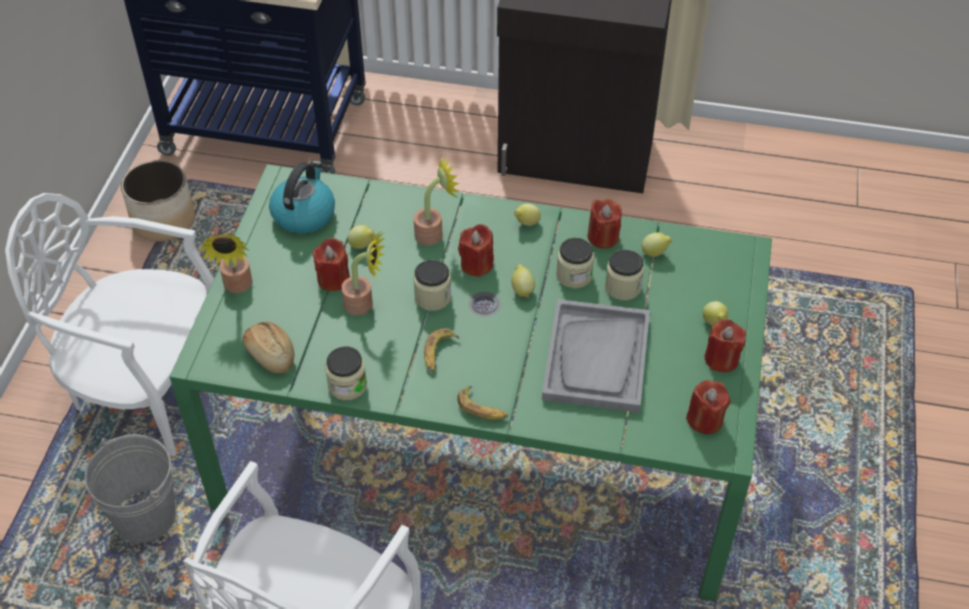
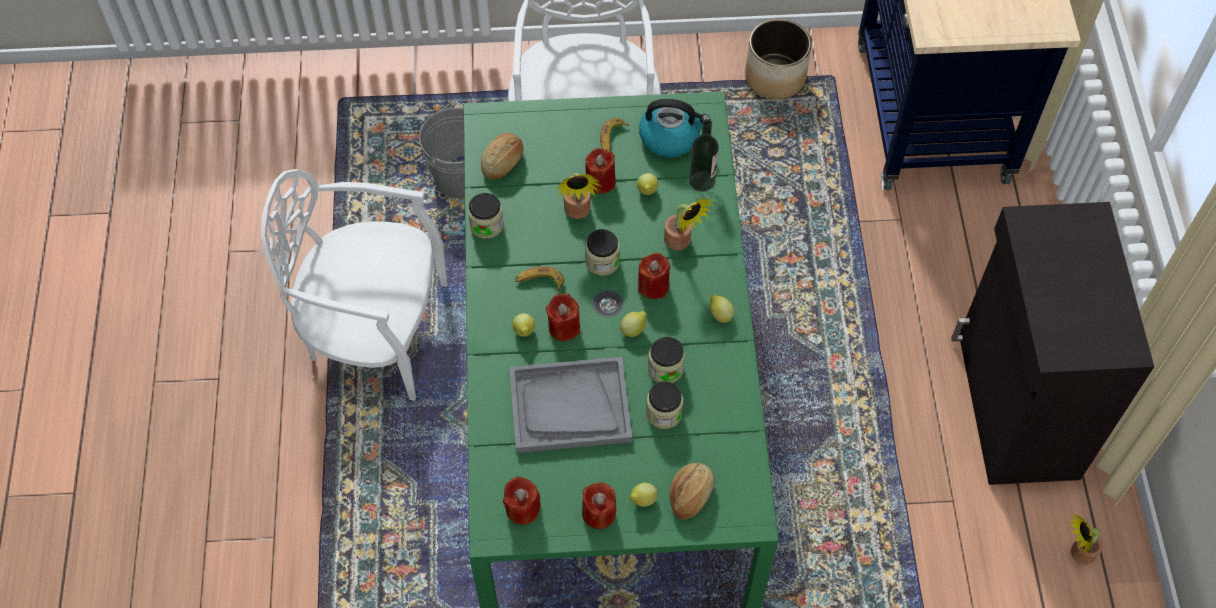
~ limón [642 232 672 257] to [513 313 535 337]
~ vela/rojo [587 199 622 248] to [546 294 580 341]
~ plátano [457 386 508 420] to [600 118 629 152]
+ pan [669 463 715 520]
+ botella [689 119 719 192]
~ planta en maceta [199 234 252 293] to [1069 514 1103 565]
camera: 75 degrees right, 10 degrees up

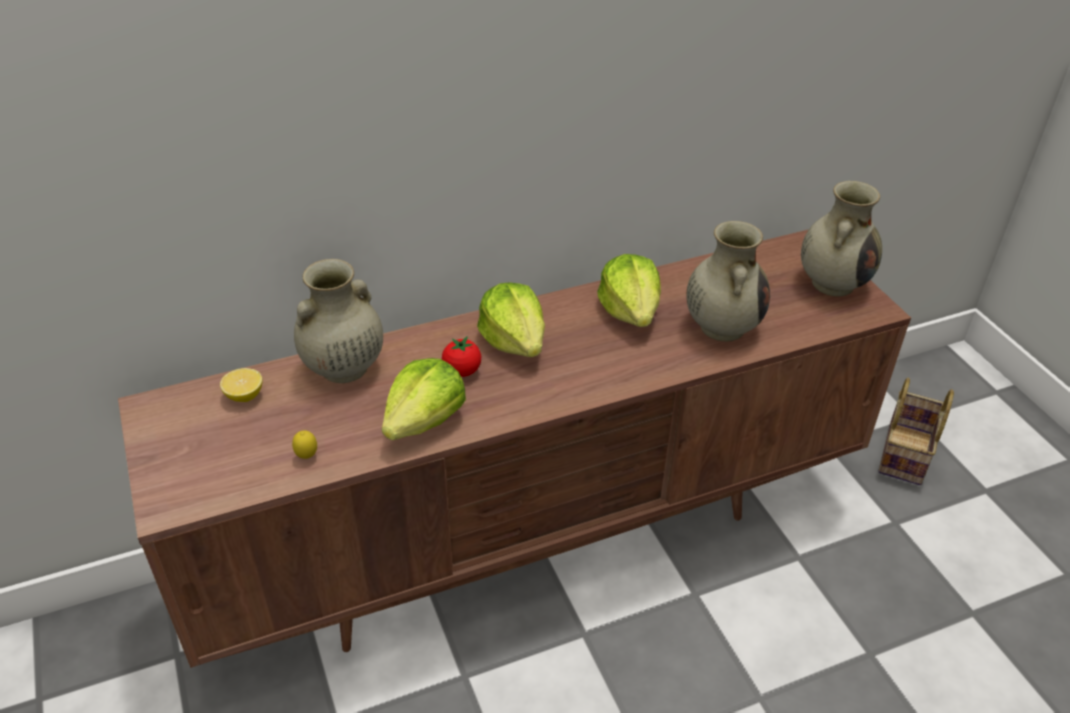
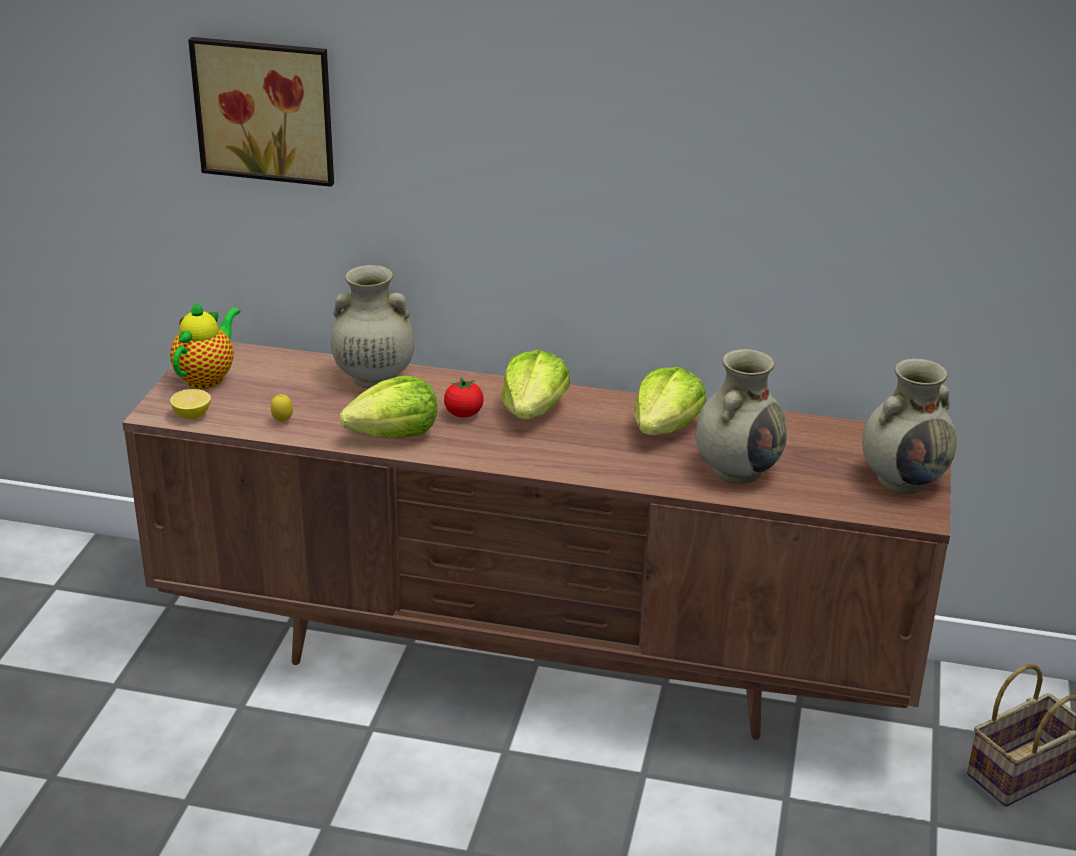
+ tetera [170 301 240 389]
~ limón [220 368 262 402] to [170 389 211 419]
+ cuadro [188 37 334 187]
camera: 35 degrees right, 10 degrees down

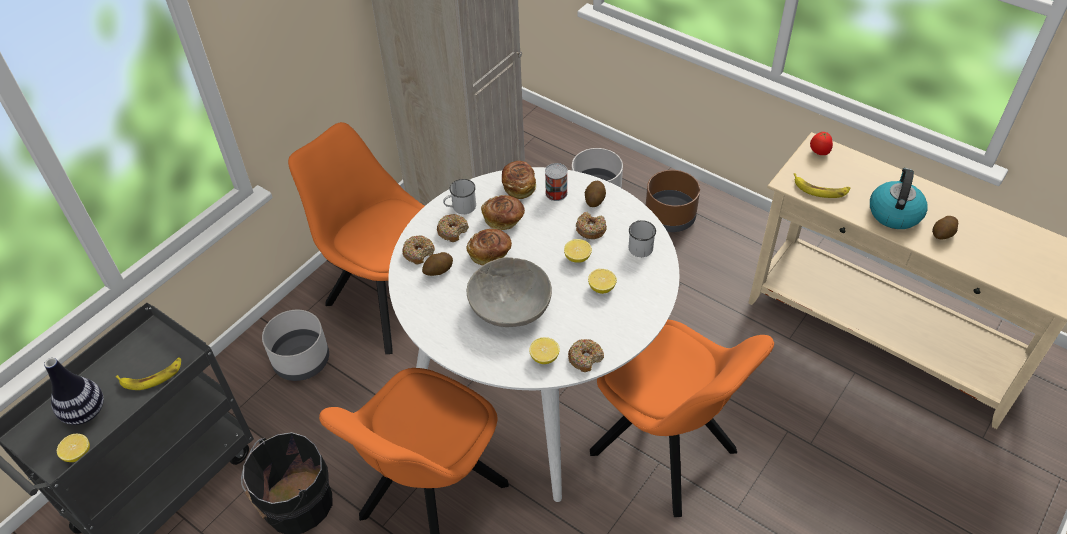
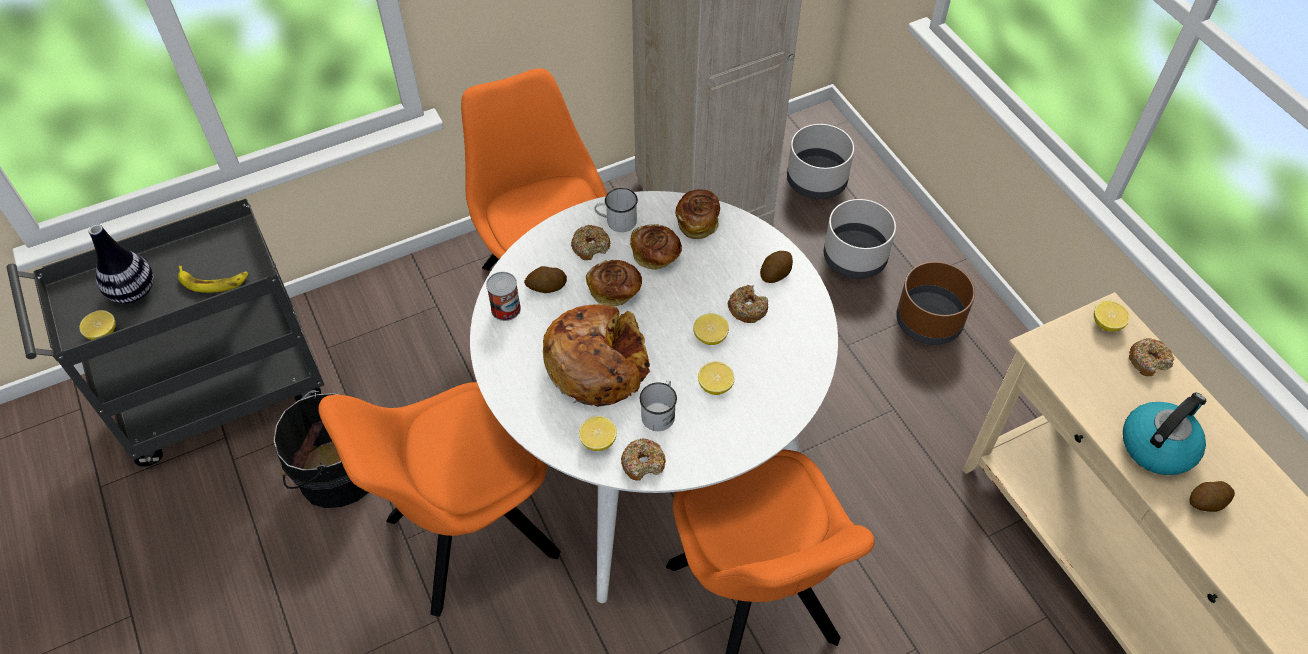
~ lata [545 163 568 201] to [486 272 521 321]
~ cuenco/gris [467 257 552 327] to pan [543 304 650 407]
~ taza grande/blanco [628 220 656 257] to [640 380 677 431]
~ maceta/gris [262 310 329 381] to [787 124 854 200]
~ tomate [810 132 833 155] to limón [1094 301 1130 332]
~ rosquilla [402 235 435 264] to [1129 338 1174 376]
- plátano [794 173 850 198]
camera: 25 degrees right, 5 degrees up

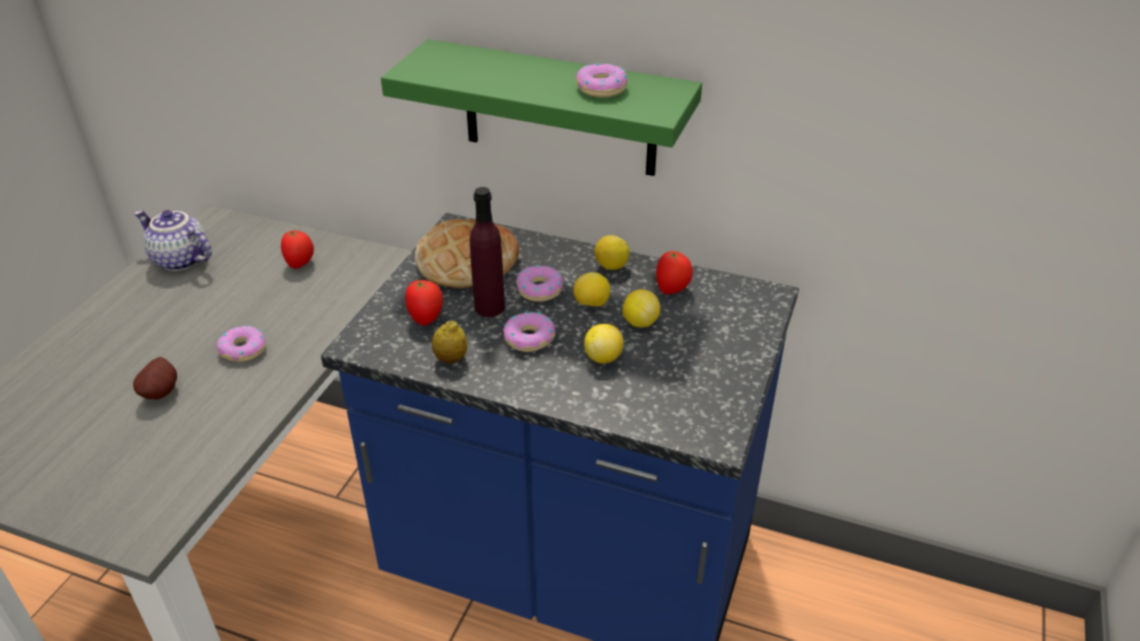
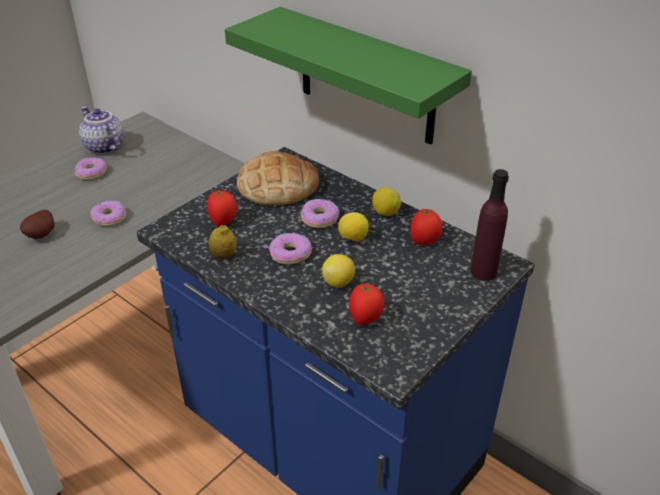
~ rosquilla [576 63 627 98] to [74 157 107 180]
~ tomate [281 230 314 269] to [350 283 385 325]
~ botella/morado [470 187 505 317] to [470 169 509 281]
- limón [623 289 660 328]
camera: 20 degrees right, 0 degrees up

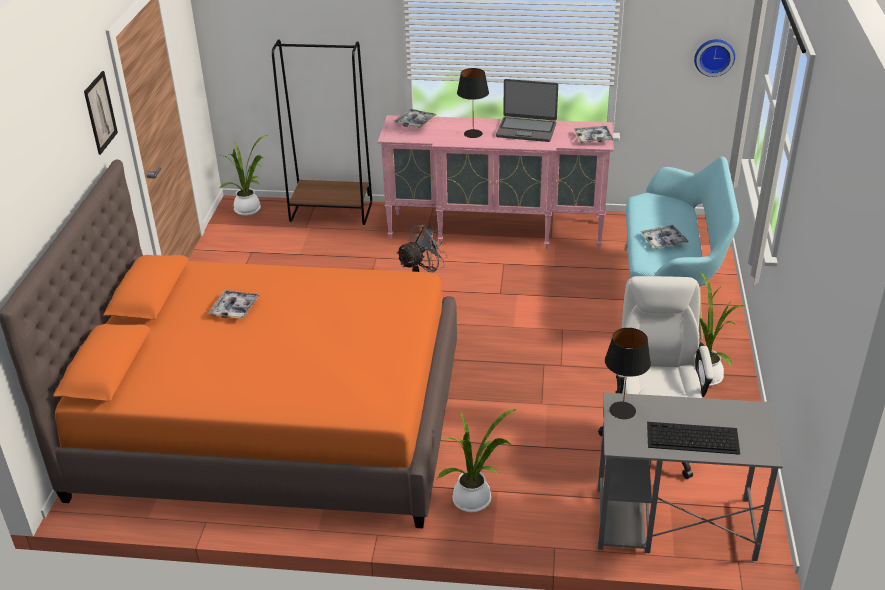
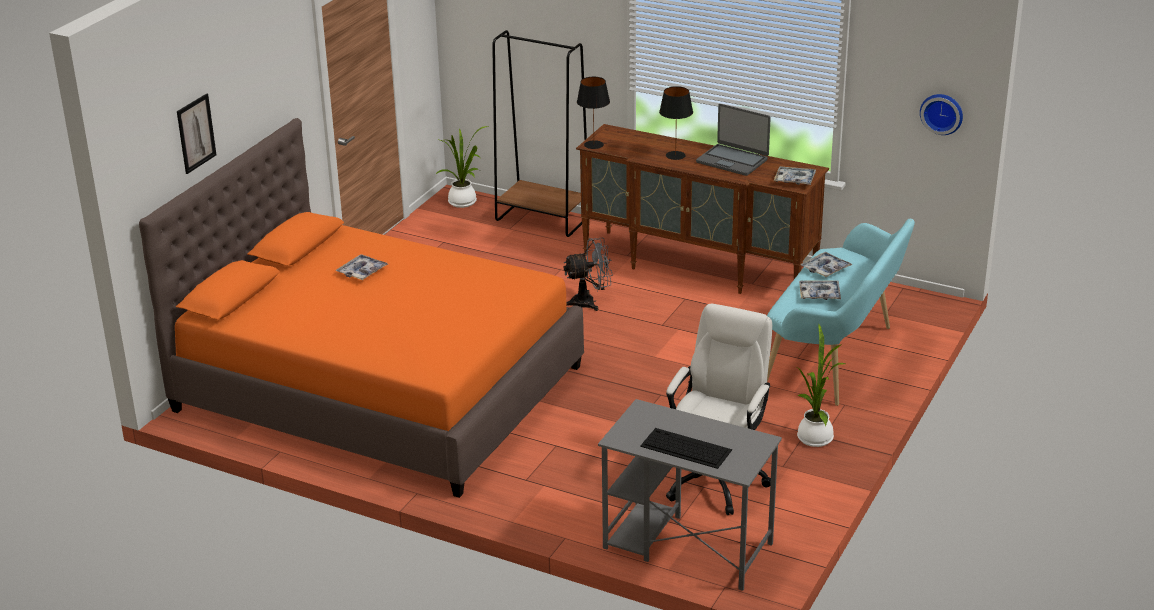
~ cuadro [84 71 118 155] to [177 93 216 174]
~ armario/rosa [378 115 614 249] to armario/marrón [576 124 829 294]
~ lámpara de mesa/negro [605 328 651 419] to [577 77 610 149]
~ bandeja [394 109 436 128] to [800 252 852 277]
- planta en maceta [437 409 517 512]
camera: 20 degrees right, 5 degrees down

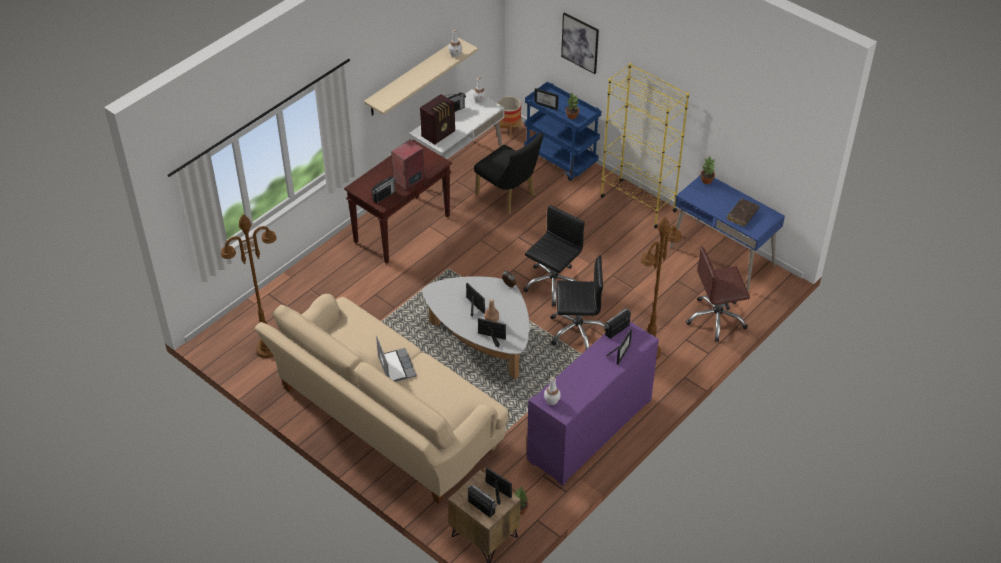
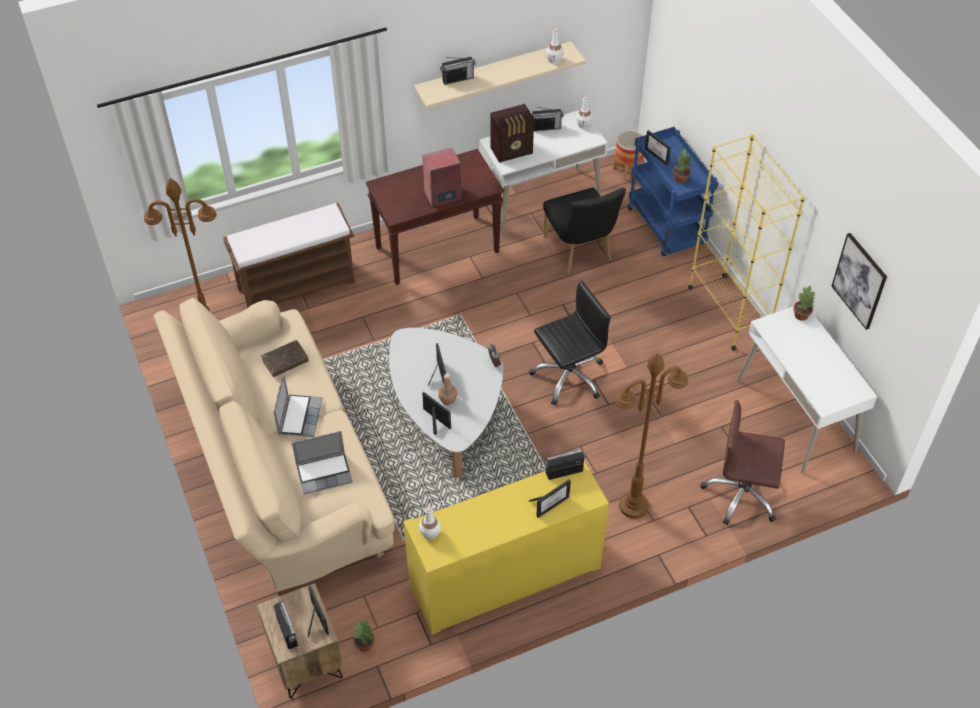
+ banco/marrón [223 203 355 308]
~ libro/marrón [727 199 759 226] to [261 340 309 377]
+ portátil [292 431 353 495]
~ armario/morado [527 322 659 486] to armario/amarillo [403 461 609 635]
~ radio [372 176 396 203] to [440 57 476 85]
~ escritorio/azul [670 176 785 291] to escritorio/blanco [737 306 877 474]
~ cuadro [561 12 599 74] to [831 233 887 330]
- silla de oficina/negro [550 255 606 351]
camera: 25 degrees right, 5 degrees up

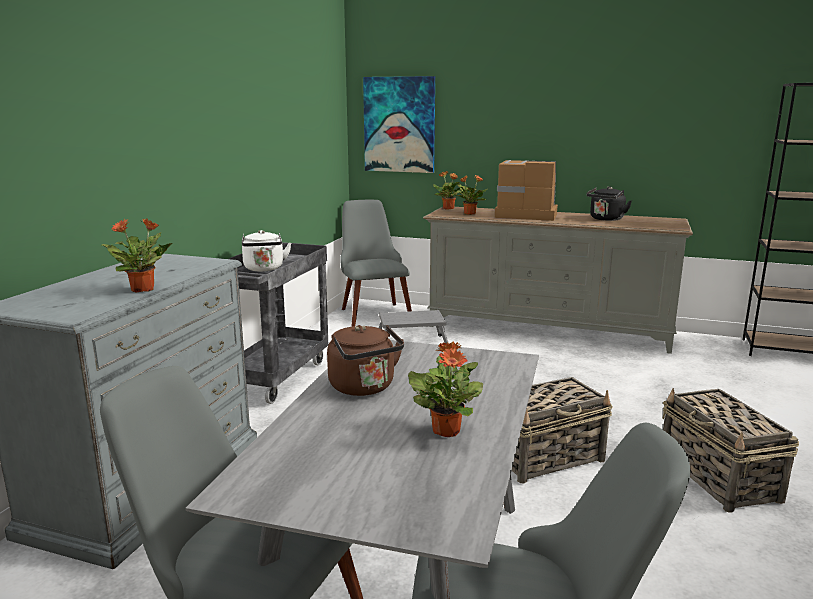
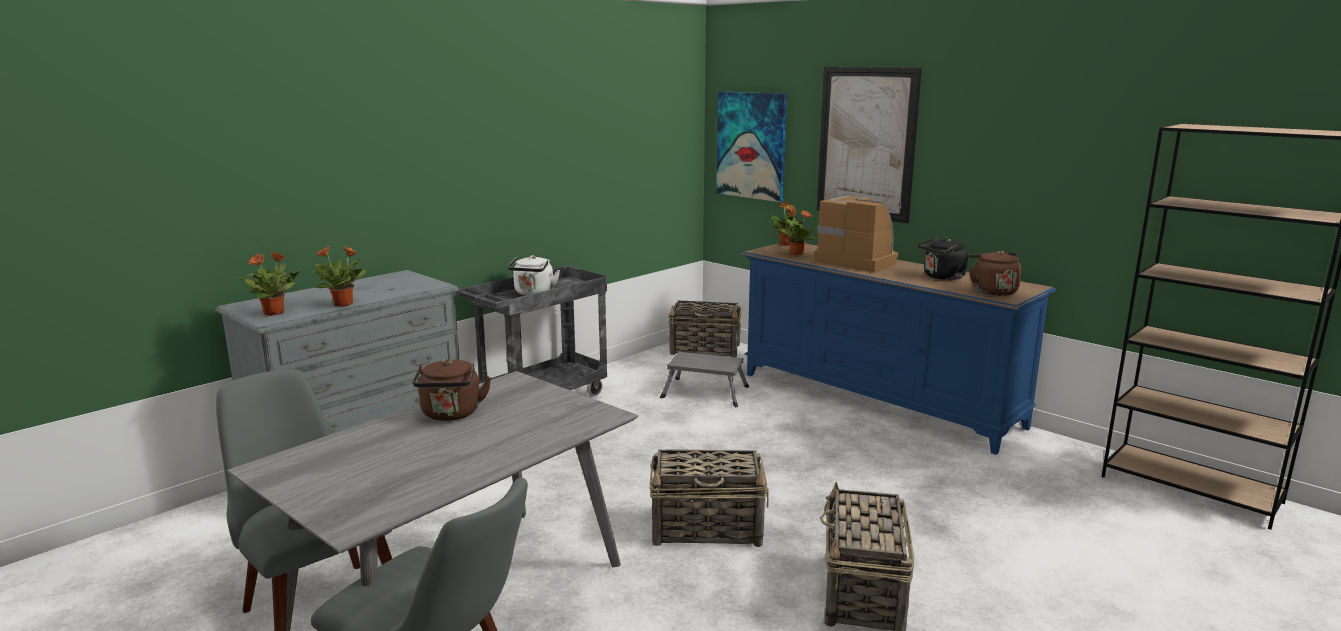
~ planta en maceta [408 342 483 437] to [236 252 300 316]
~ silla/gris [340 200 412 327] to cesta [668 301 742 357]
~ armario/gris [423 207 693 354] to armario/azul [741 243 1056 455]
+ cuadro [817 67 922 223]
+ hervidor/marrón [968 250 1022 296]
camera: 25 degrees right, 0 degrees up

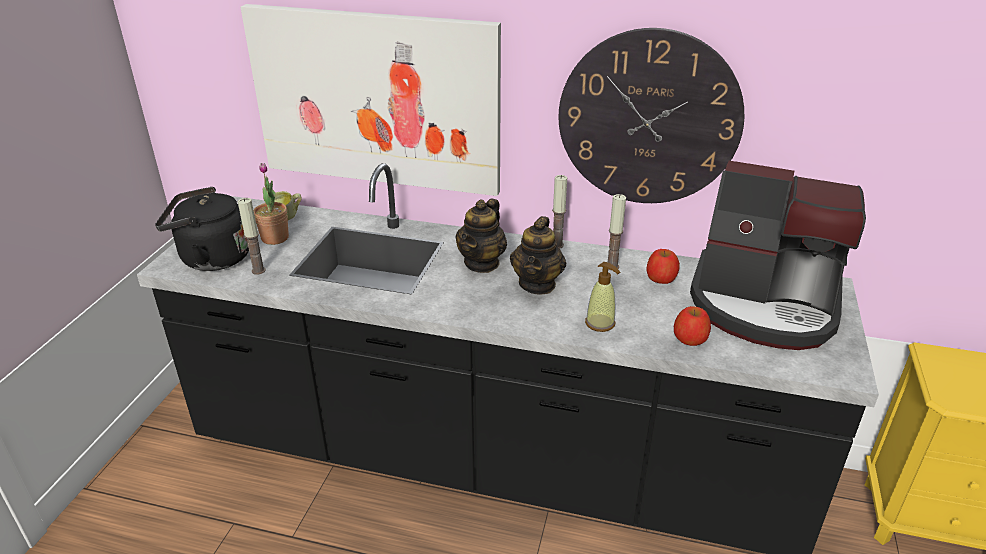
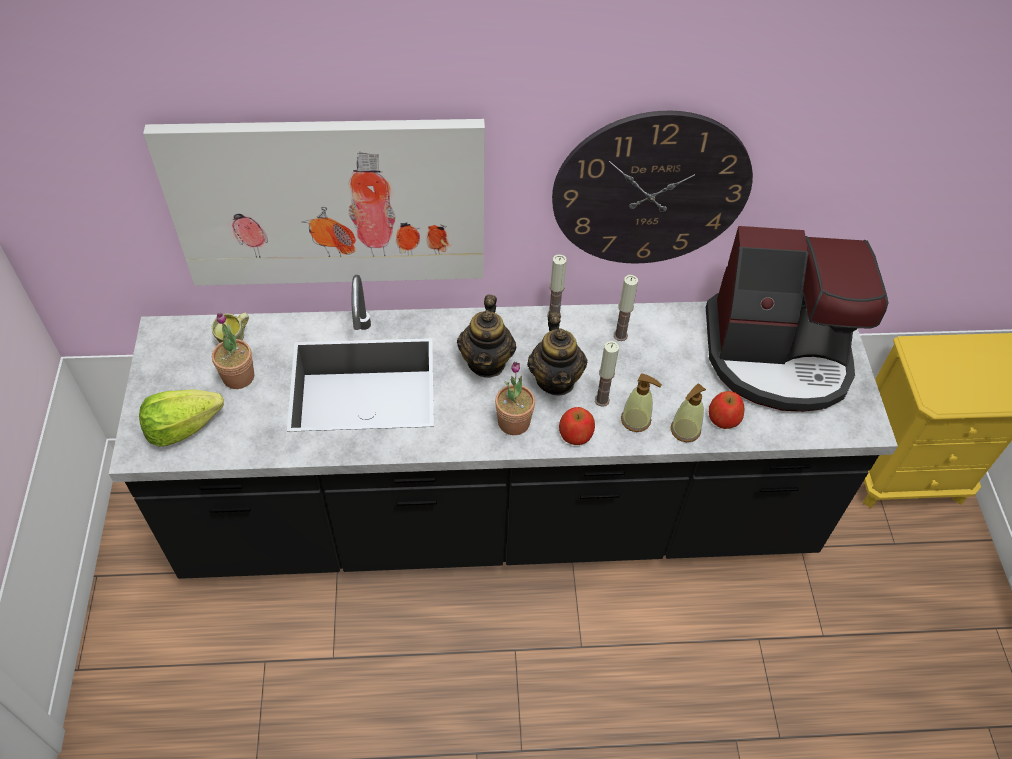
~ hervidor/negro [155 187 249 271] to lechuga [139 389 224 447]
+ planta en maceta [495 362 535 435]
~ manzana [646 249 680 284] to [559 407 595 445]
~ vela [238 198 266 275] to [595 341 619 407]
+ dispensador de jabón [671 383 706 442]
camera: 20 degrees left, 20 degrees up

